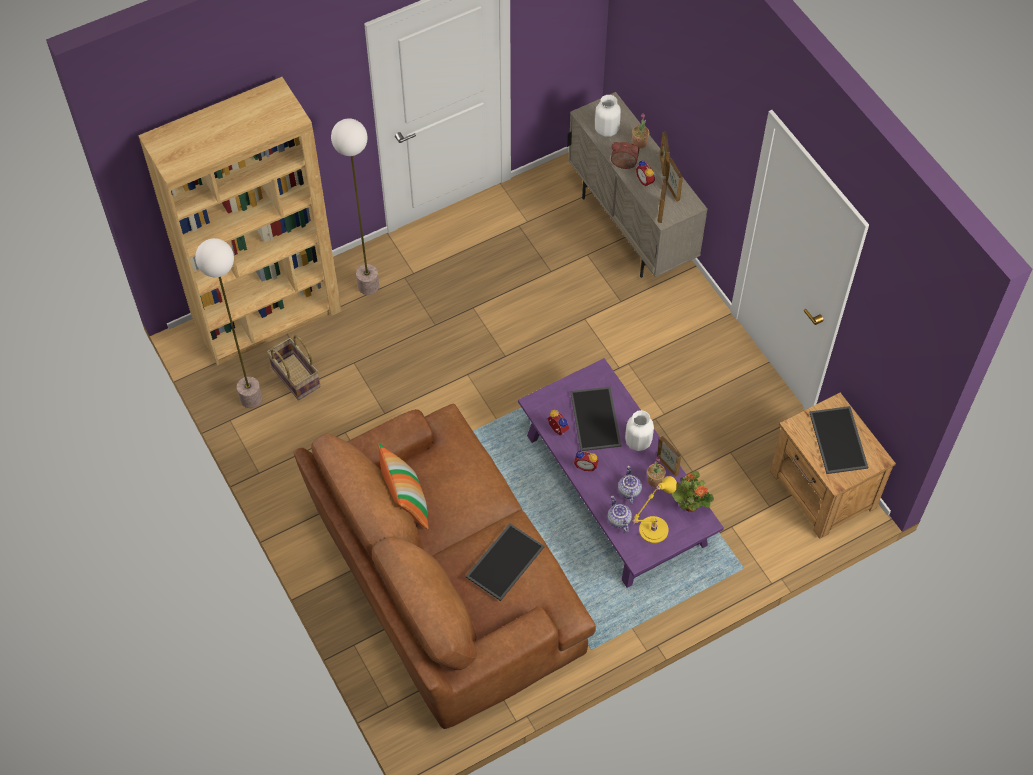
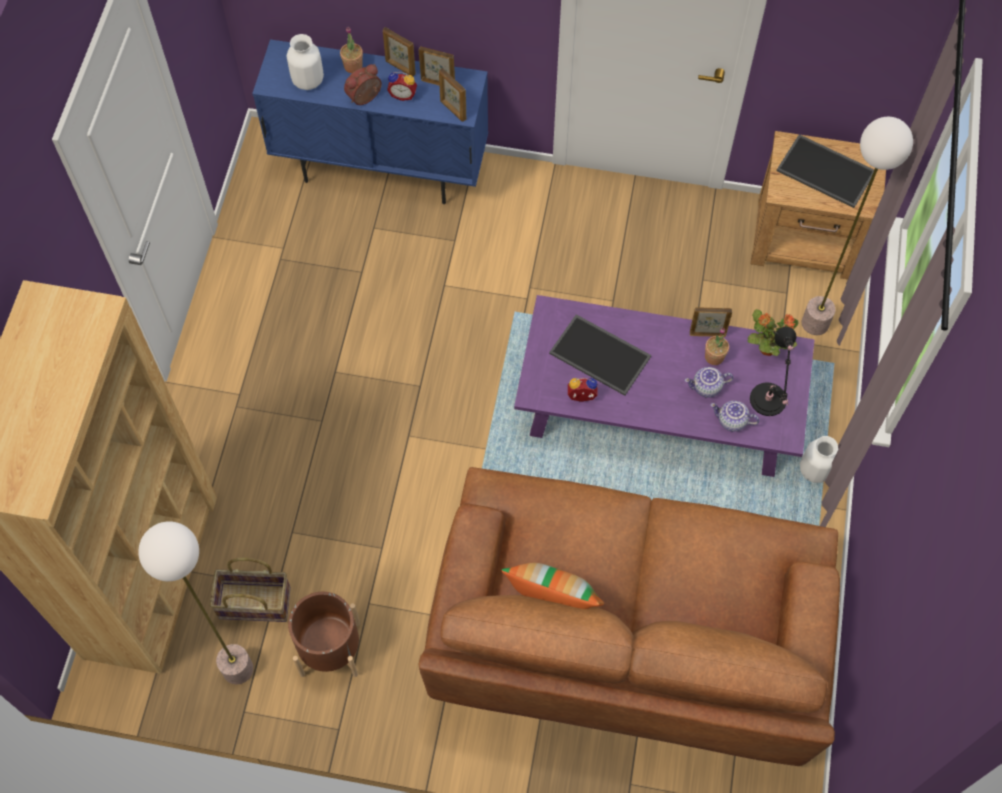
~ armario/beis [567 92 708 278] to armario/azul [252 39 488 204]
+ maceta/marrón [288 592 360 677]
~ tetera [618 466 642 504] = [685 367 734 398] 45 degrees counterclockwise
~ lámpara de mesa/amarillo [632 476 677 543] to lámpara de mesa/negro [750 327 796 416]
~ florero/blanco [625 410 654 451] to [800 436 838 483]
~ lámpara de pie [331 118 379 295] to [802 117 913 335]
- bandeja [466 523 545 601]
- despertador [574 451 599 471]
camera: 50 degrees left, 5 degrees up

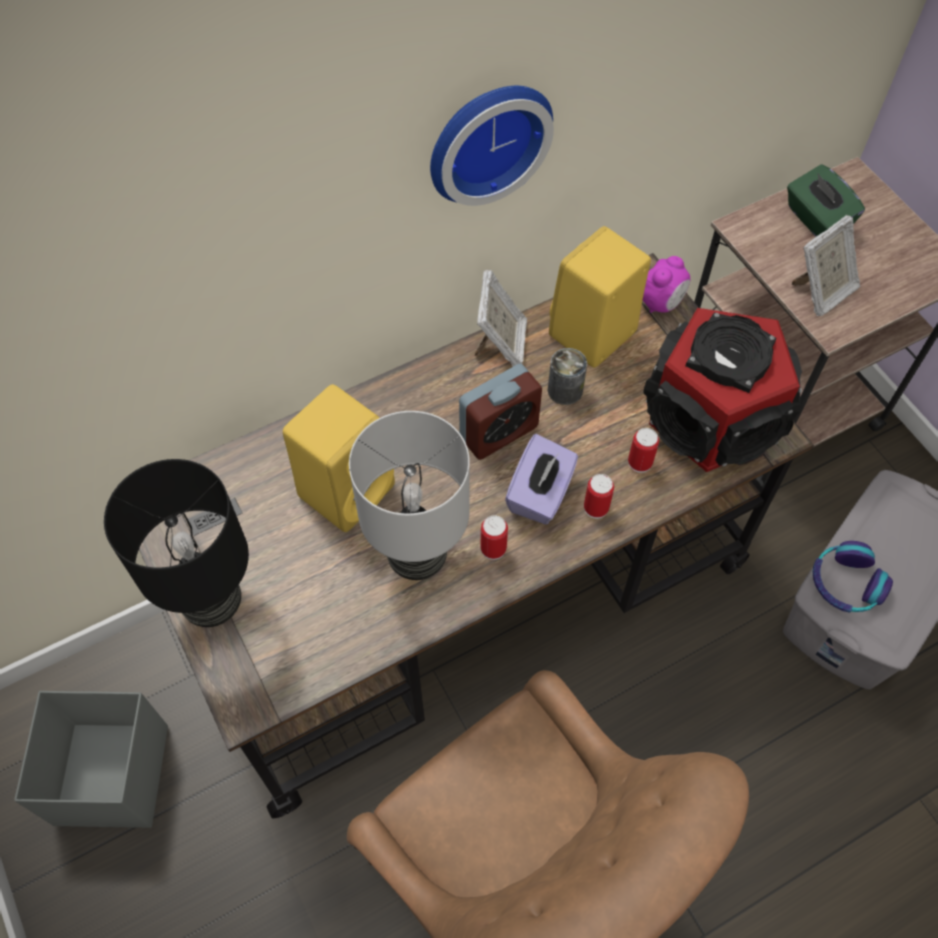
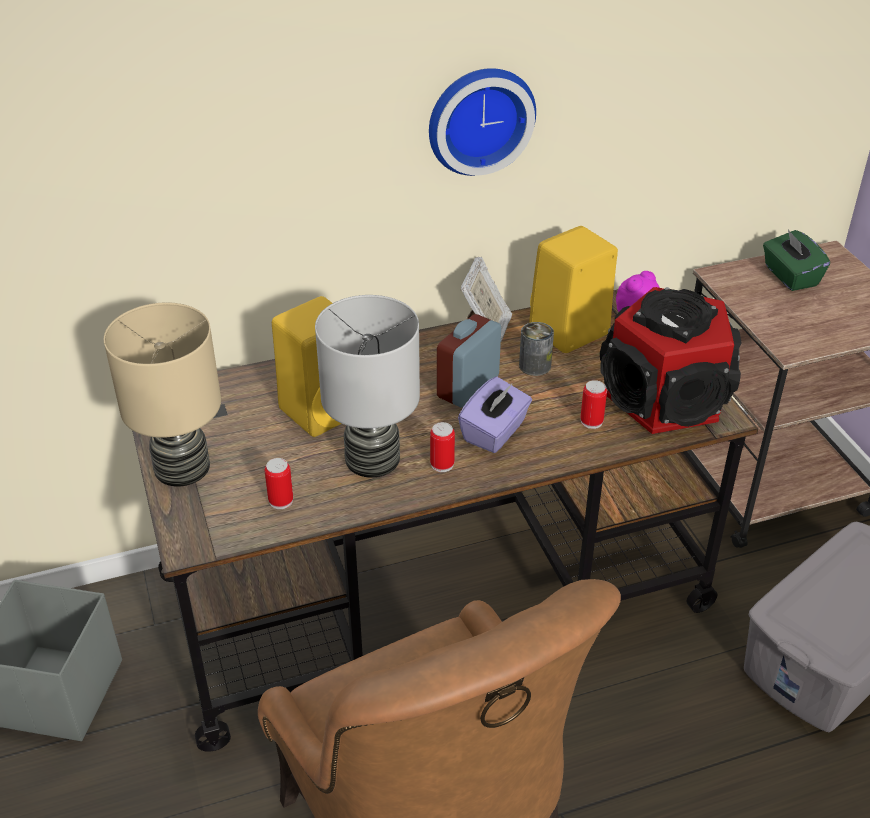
~ lámpara de mesa/negro [104 459 249 627] to lámpara de mesa/beis [104 302 221 487]
~ lata [584 474 614 519] to [265 458 293 509]
~ despertador [459 364 542 460] = [437 314 501 408] 150 degrees clockwise
- portarretratos [792 215 860 316]
- auriculares [813 541 893 612]
camera: 10 degrees right, 20 degrees down

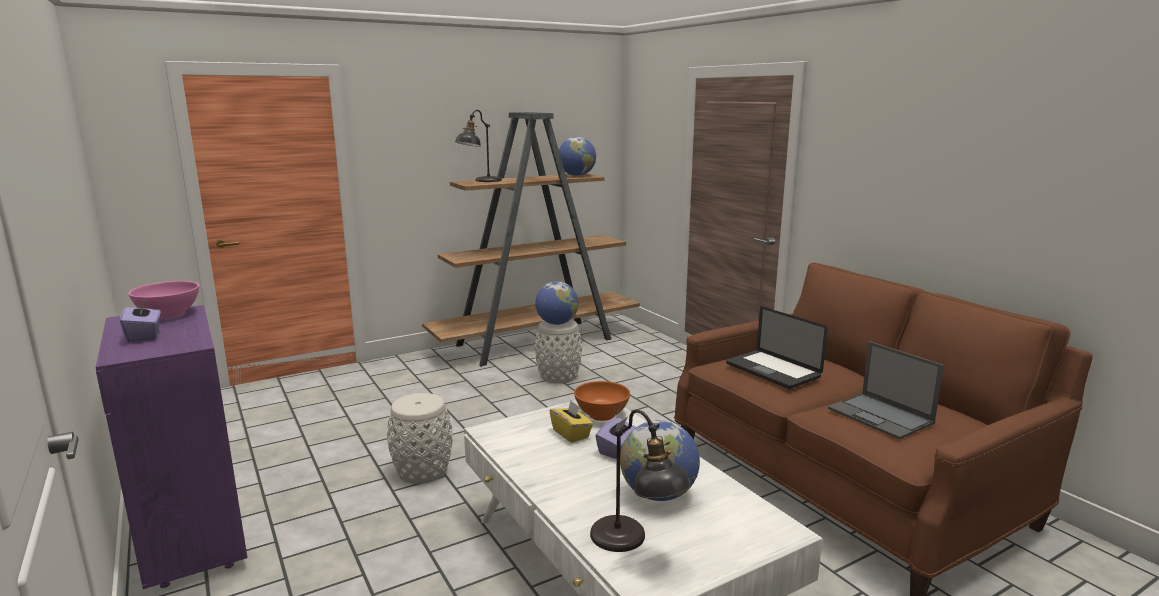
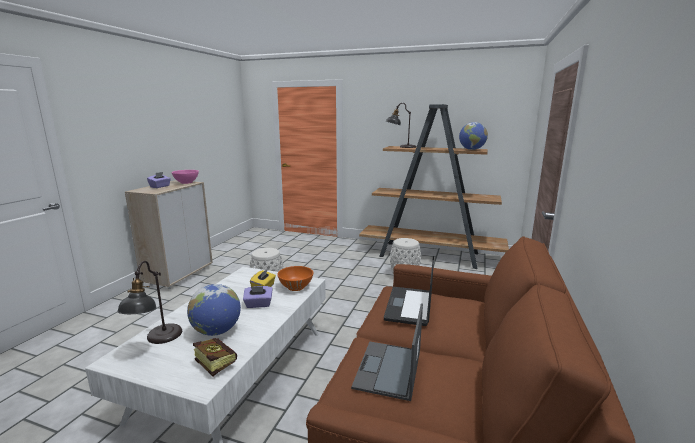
~ armario/morado [96 305 247 589] to armario/beis [125 180 213 289]
+ libro [193 338 237 377]
- globo terráqueo [535 281 578 325]
camera: 50 degrees right, 0 degrees up

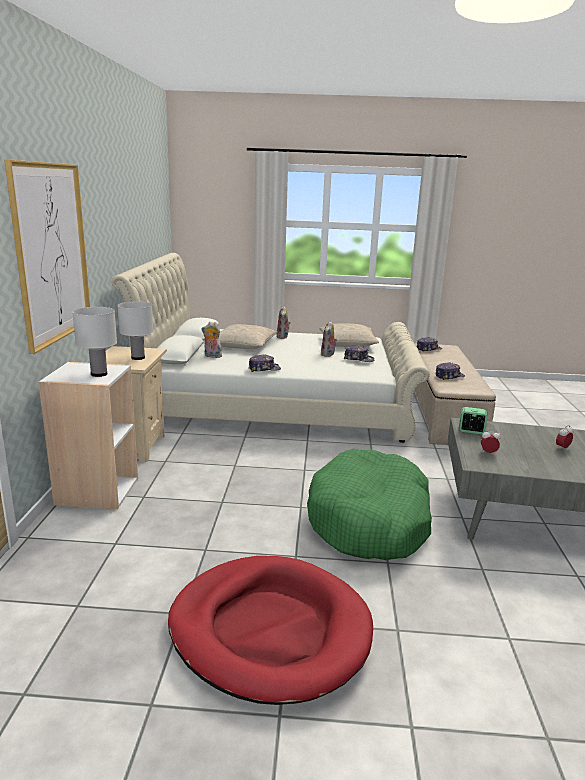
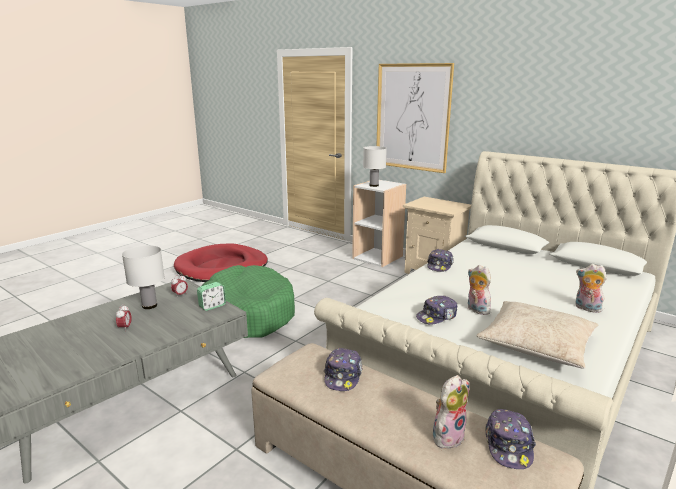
~ lámpara de mesa/blanco [118 302 153 360] to [122 245 165 309]
~ peluche [202 322 222 358] to [433 375 469 449]
- cojín/beis [219 324 278 349]
camera: 125 degrees right, 0 degrees up

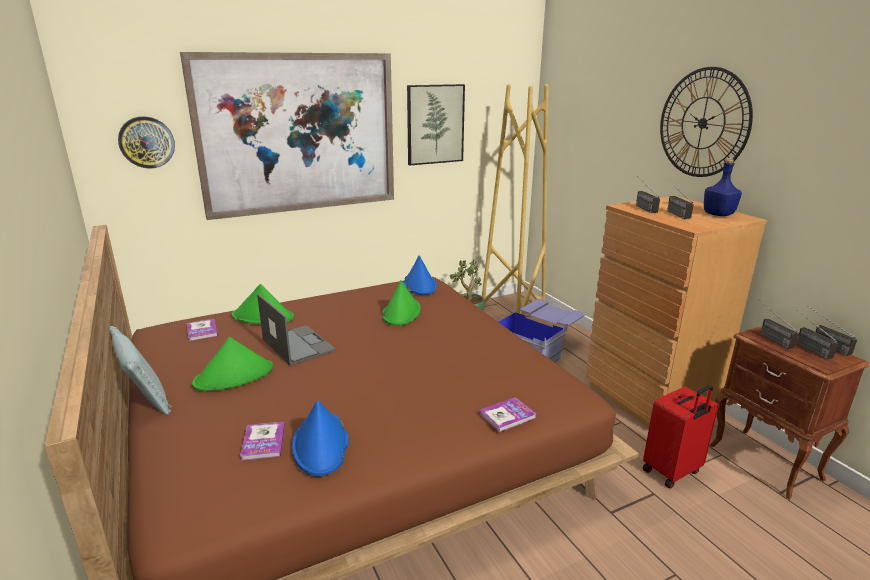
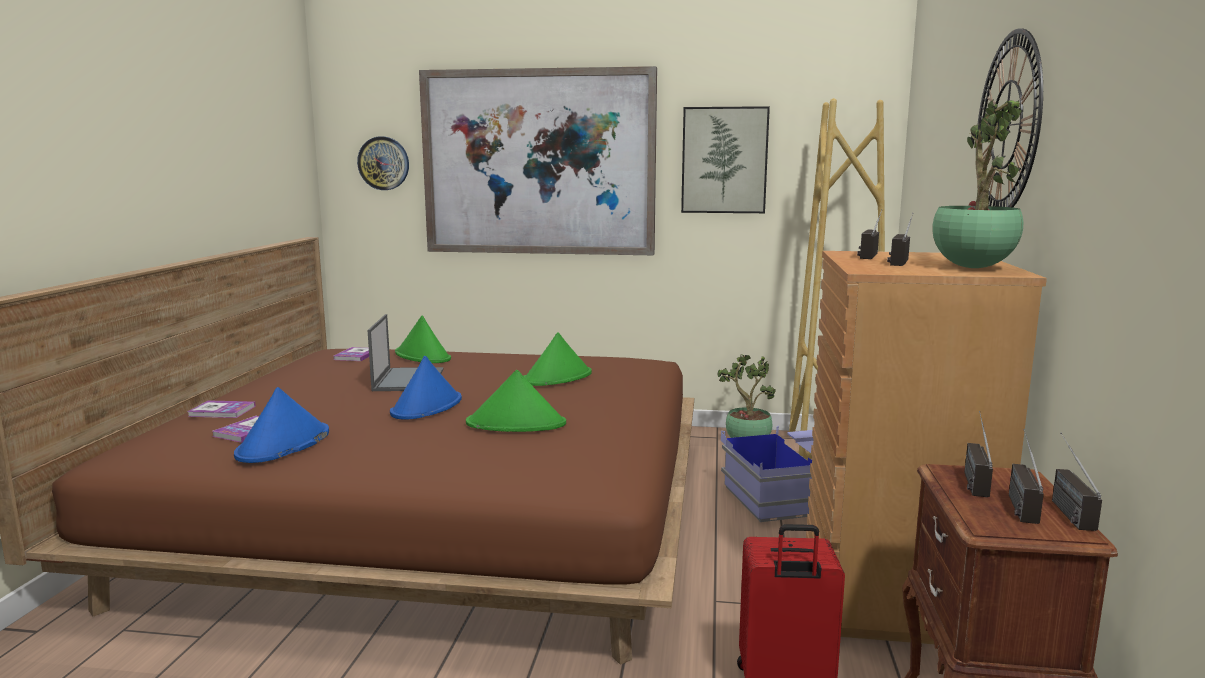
~ libro [479 397 536 432] to [187 400 256 418]
~ sombrero/azul [403 256 437 295] to [390 356 462 420]
~ sombrero/verde [192 337 273 391] to [466 370 566 432]
~ botella/azul [704 158 742 216] to planta en maceta [932 99 1023 268]
- cojín/azul [109 326 172 415]
camera: 35 degrees right, 10 degrees down

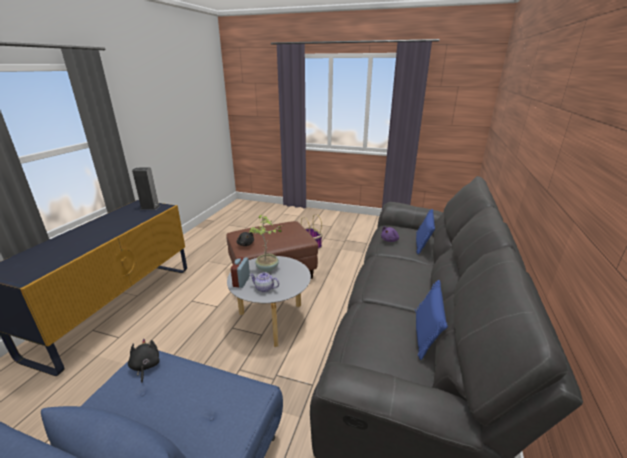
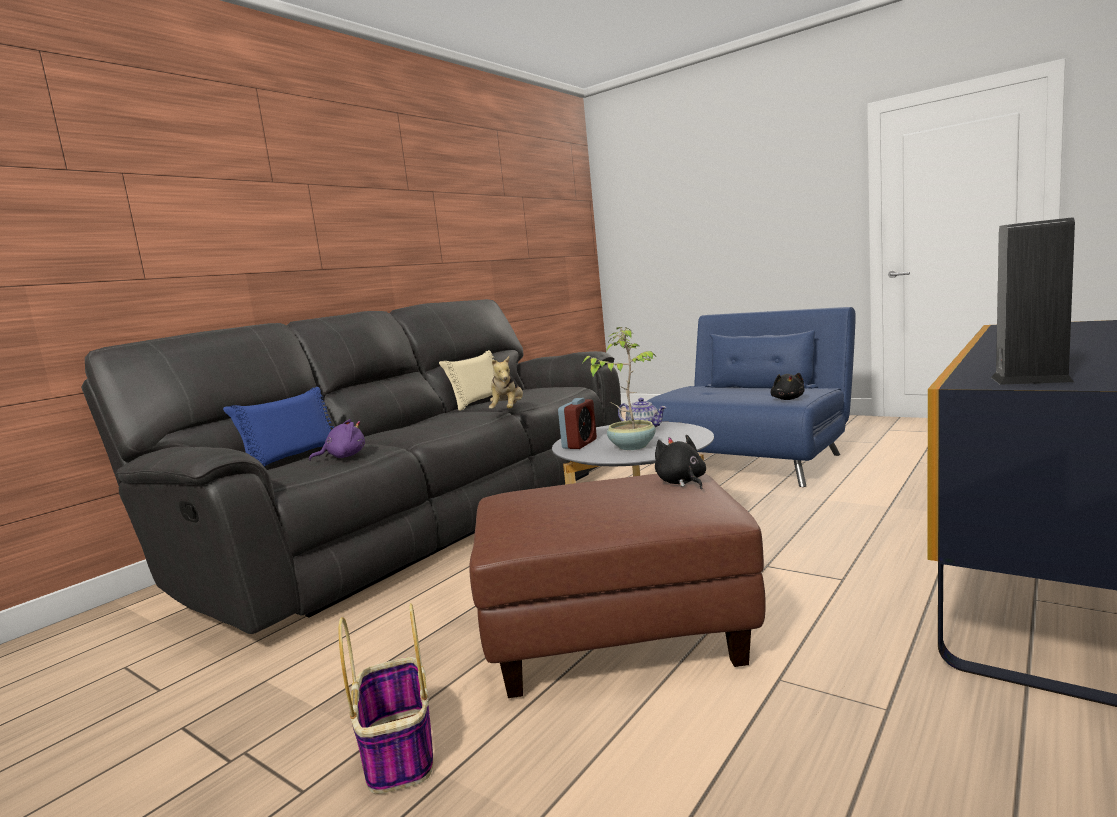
~ cojín/azul [415 280 448 360] to cojín/beis [439 350 494 411]
+ peluche [489 356 523 409]
~ despertador [231 257 250 288] to [558 398 597 449]
camera: 160 degrees left, 15 degrees down

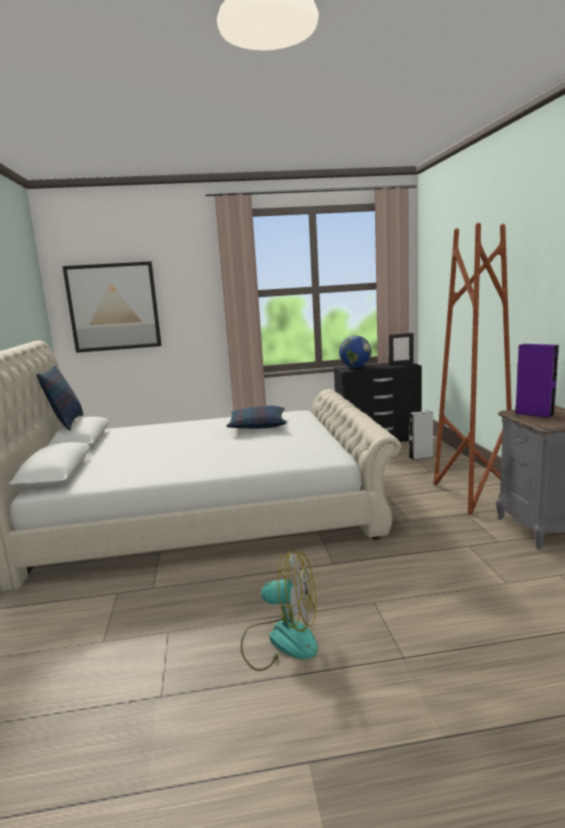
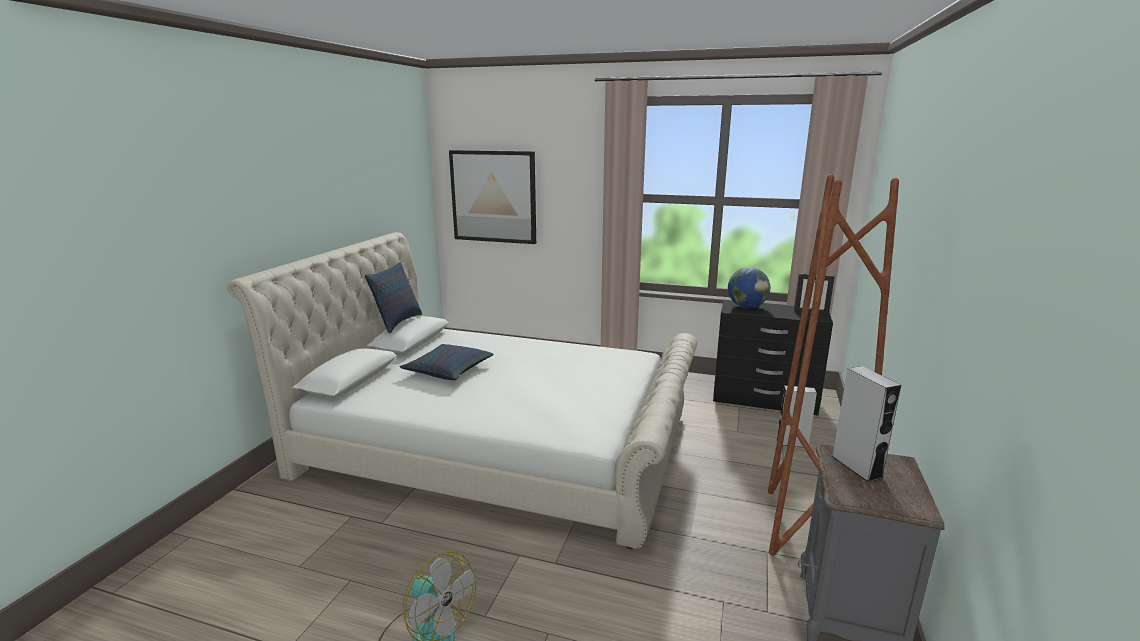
~ cojín/azul [226 406 287 428] to [400 344 493 380]
~ altavoz/morado [515 344 559 418] to altavoz/gris [832 366 901 482]
camera: 25 degrees right, 5 degrees up

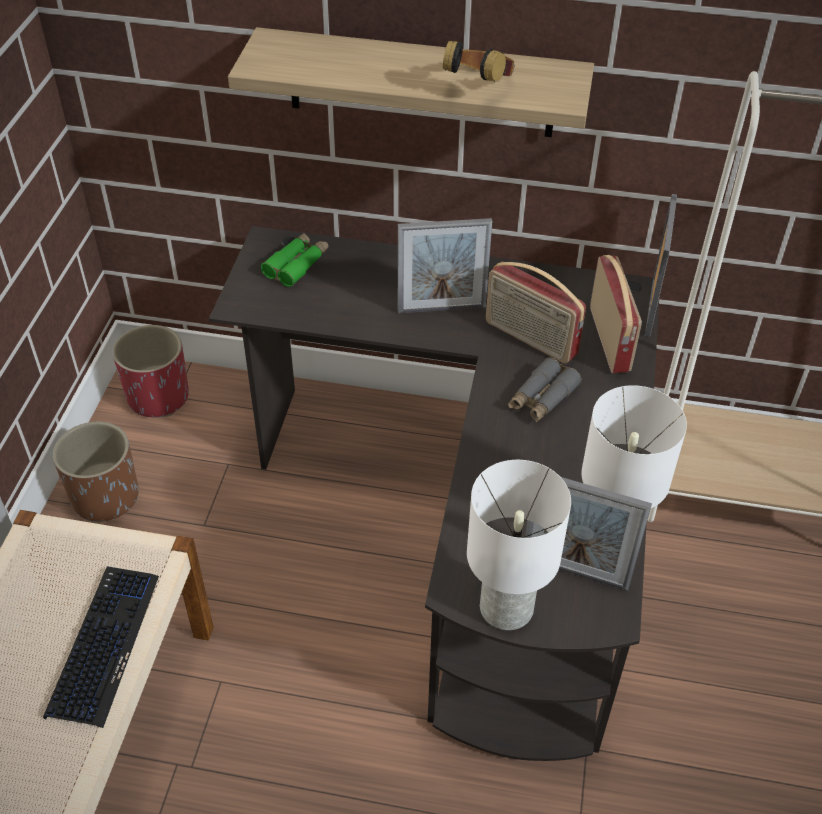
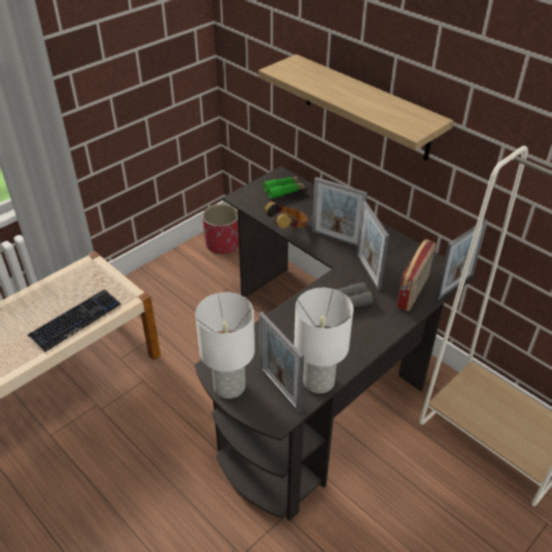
~ auriculares [443 40 515 82] to [264 202 307 228]
~ radio [486 262 586 364] to portarretratos [357 201 389 291]
- maceta/marrón [53 422 139 523]
camera: 35 degrees right, 5 degrees down

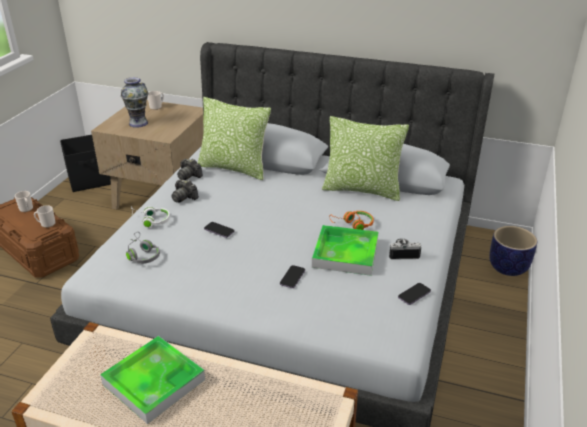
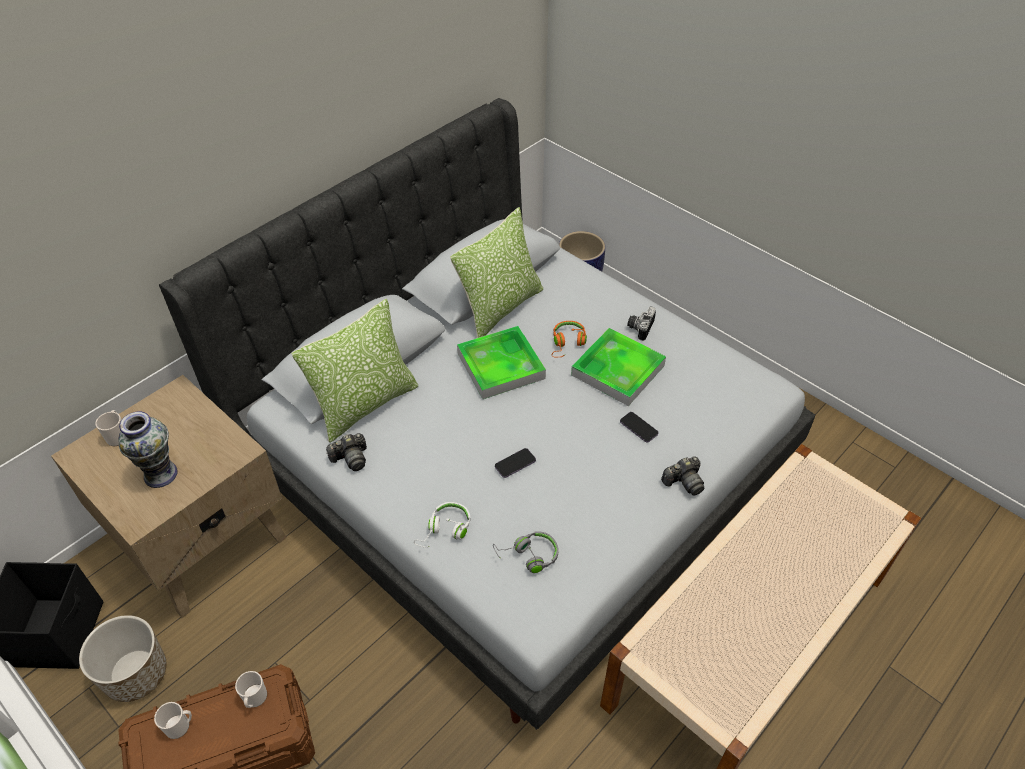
+ maceta [79 615 166 702]
~ bandeja [100 336 205 424] to [457 326 546 399]
~ cámara [171 179 199 203] to [661 456 704 496]
- móvil [398 283 431 305]
camera: 65 degrees left, 15 degrees up

